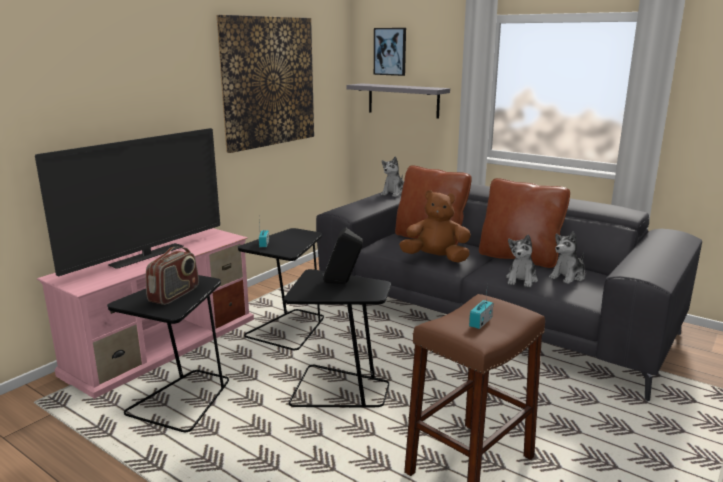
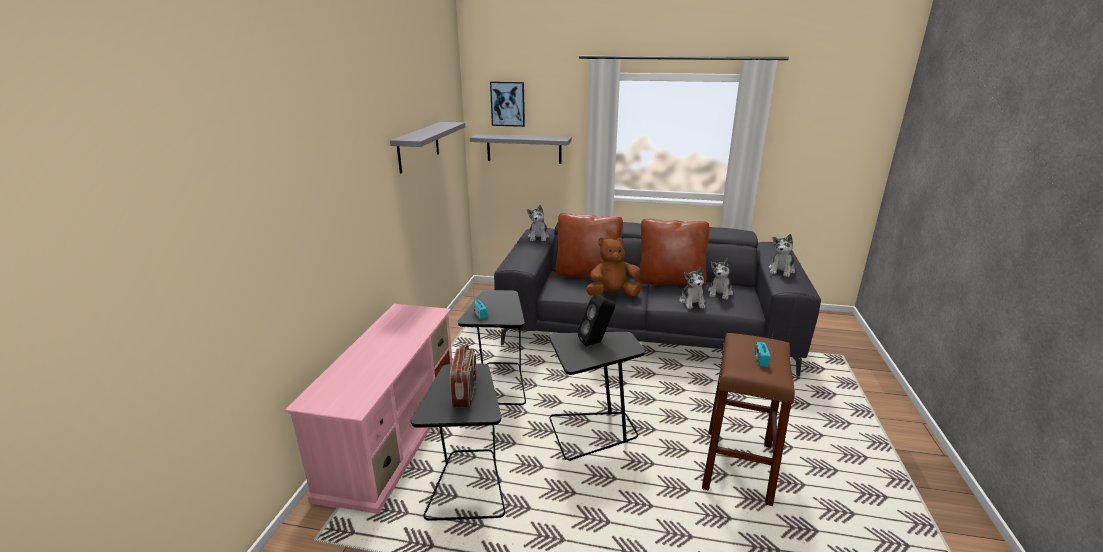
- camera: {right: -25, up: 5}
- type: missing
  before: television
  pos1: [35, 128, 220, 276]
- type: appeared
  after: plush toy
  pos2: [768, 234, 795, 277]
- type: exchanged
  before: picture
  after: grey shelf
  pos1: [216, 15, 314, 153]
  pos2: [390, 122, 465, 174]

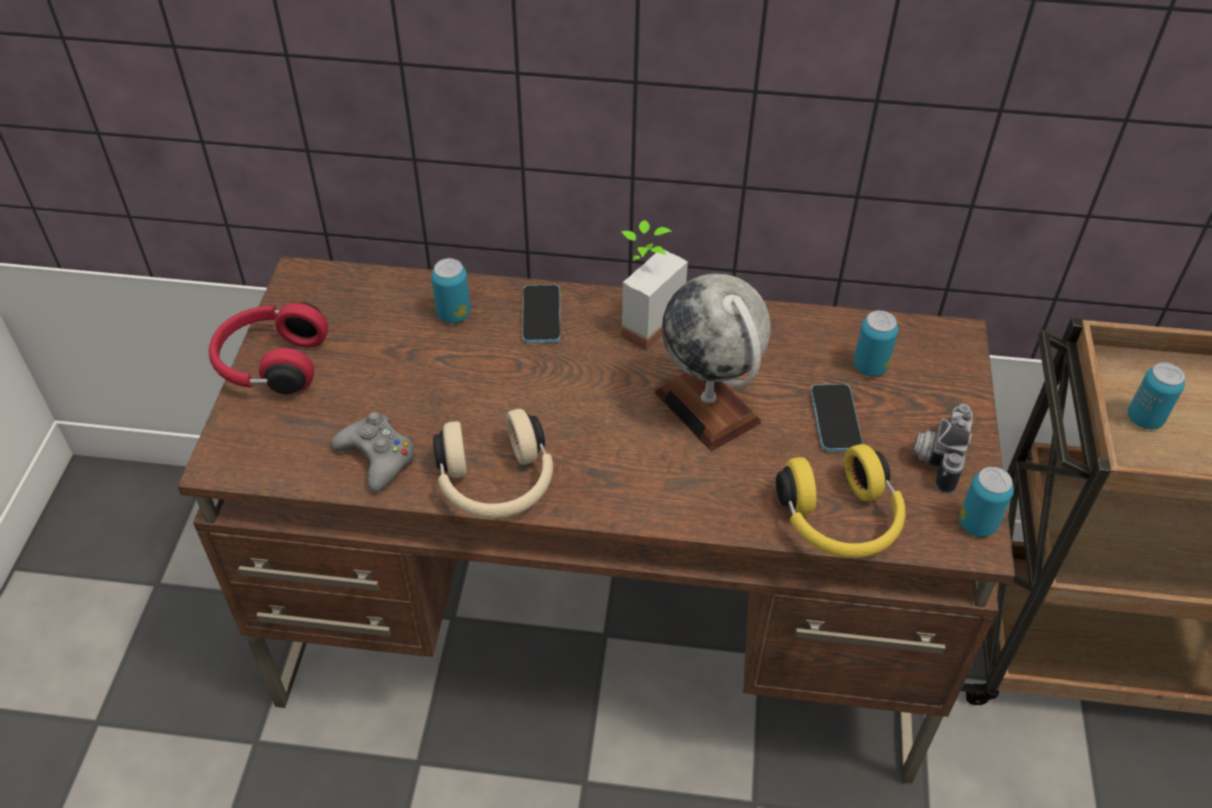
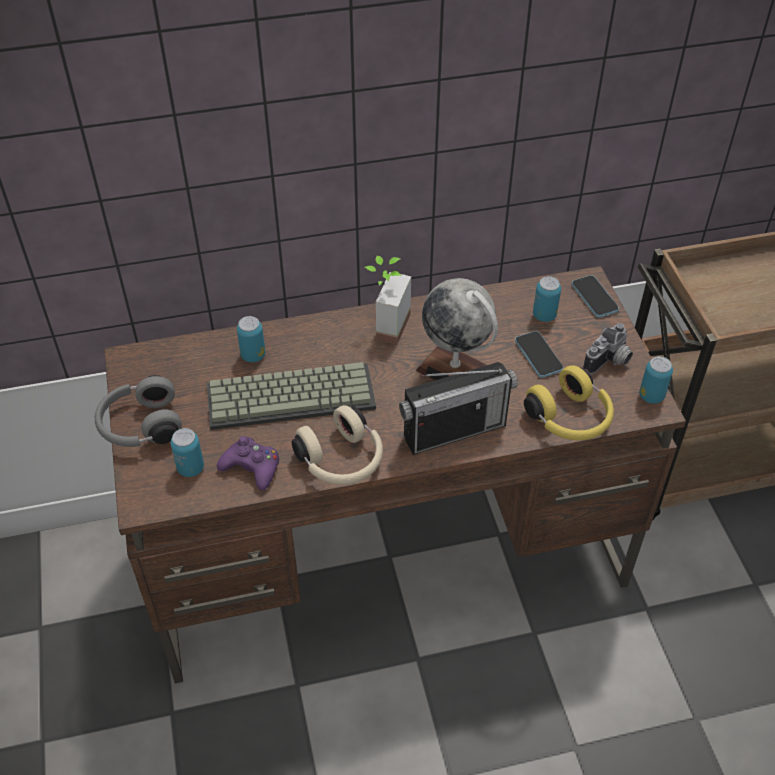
- camera: {right: -20, up: 0}
- type: appeared
  after: keyboard
  pos2: [207, 362, 376, 430]
- type: appeared
  after: radio
  pos2: [399, 362, 518, 455]
- type: relocated
  before: phone
  pos1: [522, 285, 561, 343]
  pos2: [572, 275, 619, 318]
- type: relocated
  before: can
  pos1: [1128, 362, 1185, 429]
  pos2: [170, 428, 204, 477]
- type: colour
  before: red headphones
  after: grey headphones
  pos1: [209, 302, 328, 394]
  pos2: [95, 375, 182, 447]
- type: colour
  before: grey game controller
  after: purple game controller
  pos1: [332, 412, 416, 492]
  pos2: [217, 436, 279, 491]
- type: spun
  before: photo camera
  pos1: [913, 404, 973, 494]
  pos2: [583, 323, 633, 374]
  turn: -135

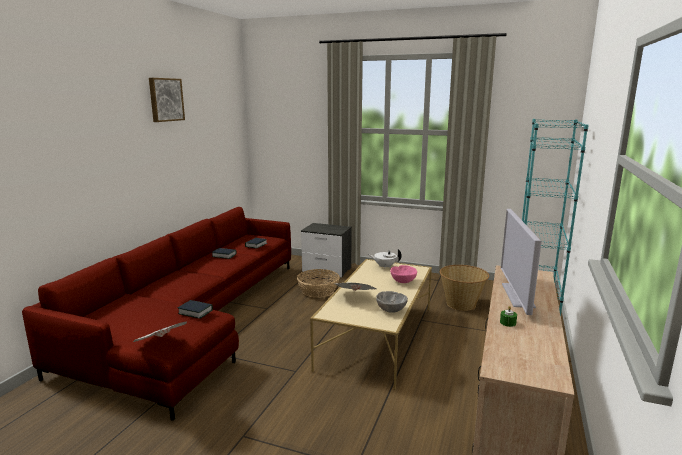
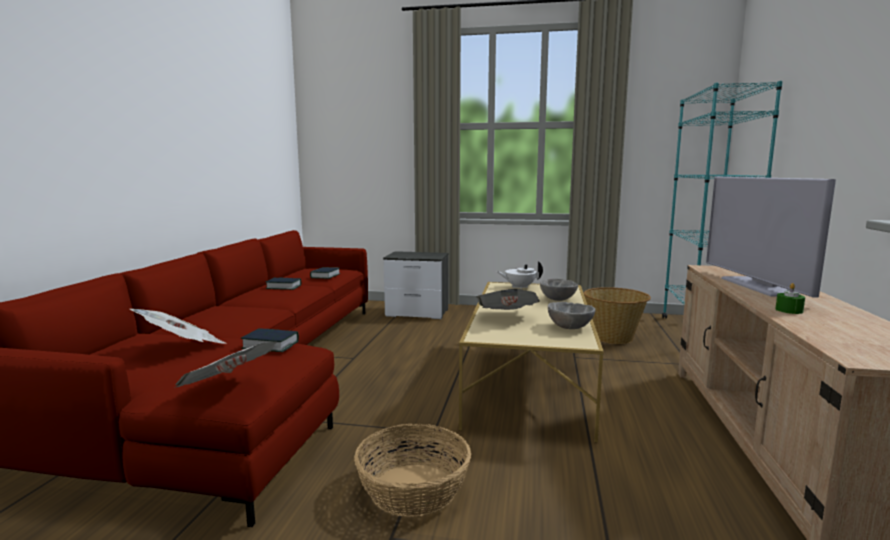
- camera: {right: -10, up: -5}
- type: missing
  before: picture
  pos1: [149, 78, 185, 122]
- type: appeared
  after: newspaper
  pos2: [130, 309, 227, 344]
- type: relocated
  before: basket
  pos1: [297, 269, 340, 298]
  pos2: [354, 424, 471, 517]
- type: colour
  before: pink bowl
  after: grey bowl
  pos1: [390, 265, 417, 283]
  pos2: [540, 278, 578, 301]

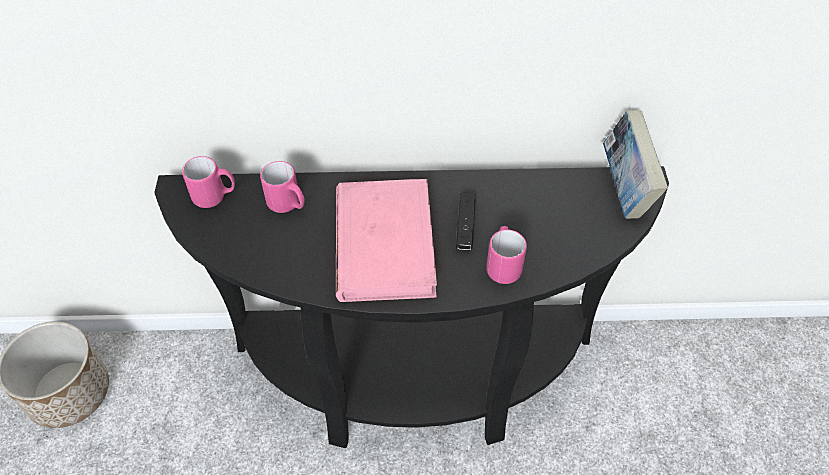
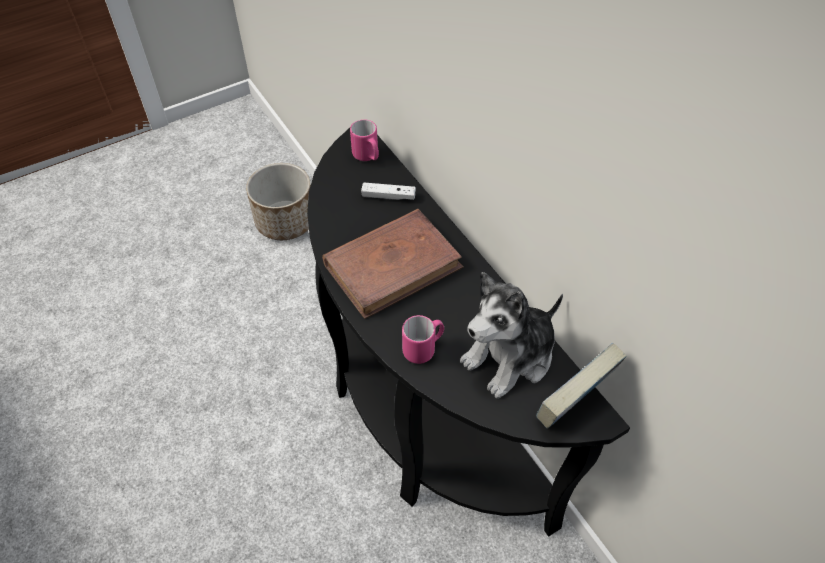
- camera: {right: 60, up: 0}
- type: missing
  before: black game controller
  pos1: [456, 193, 476, 250]
- type: appeared
  after: plush toy
  pos2: [460, 272, 563, 399]
- type: exchanged
  before: pink mug
  after: white game controller
  pos1: [260, 161, 305, 213]
  pos2: [361, 182, 416, 200]
- type: colour
  before: pink book
  after: brown book
  pos1: [336, 179, 437, 302]
  pos2: [322, 209, 464, 319]

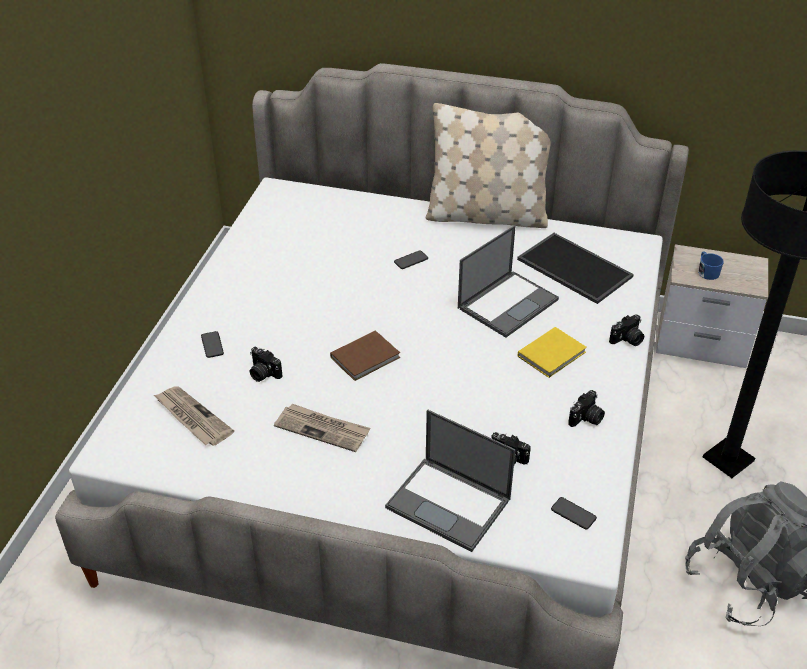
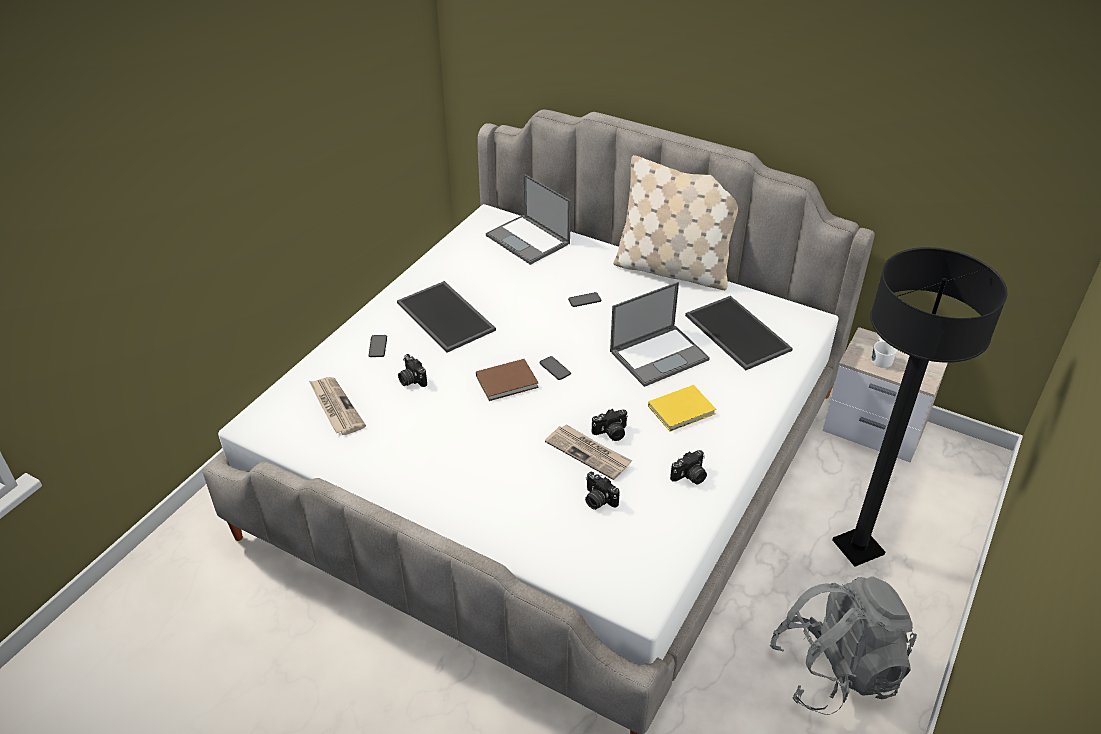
- camera: {right: 15, up: 0}
- type: appeared
  after: tray
  pos2: [397, 281, 496, 353]
- type: relocated
  before: newspaper
  pos1: [274, 404, 371, 452]
  pos2: [545, 424, 632, 480]
- type: relocated
  before: laptop
  pos1: [385, 409, 516, 552]
  pos2: [486, 174, 571, 265]
- type: relocated
  before: phone
  pos1: [551, 497, 597, 530]
  pos2: [539, 356, 571, 380]
- type: relocated
  before: photo camera
  pos1: [609, 314, 644, 346]
  pos2: [592, 409, 628, 441]
- type: colour
  before: blue mug
  after: white mug
  pos1: [698, 252, 724, 280]
  pos2: [871, 338, 897, 368]

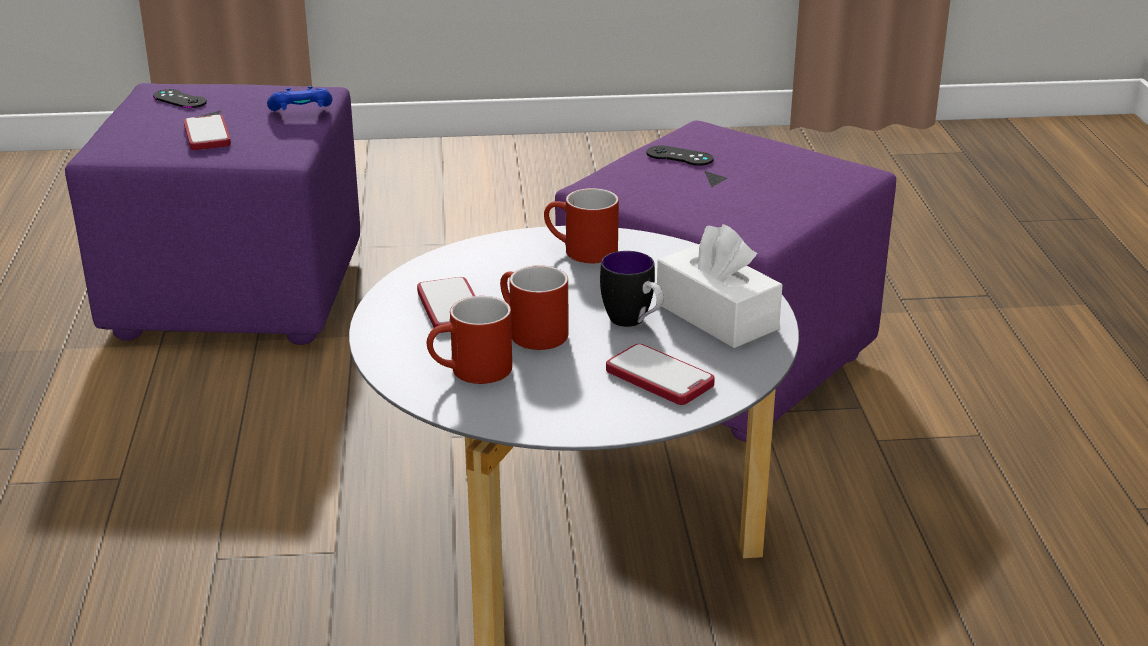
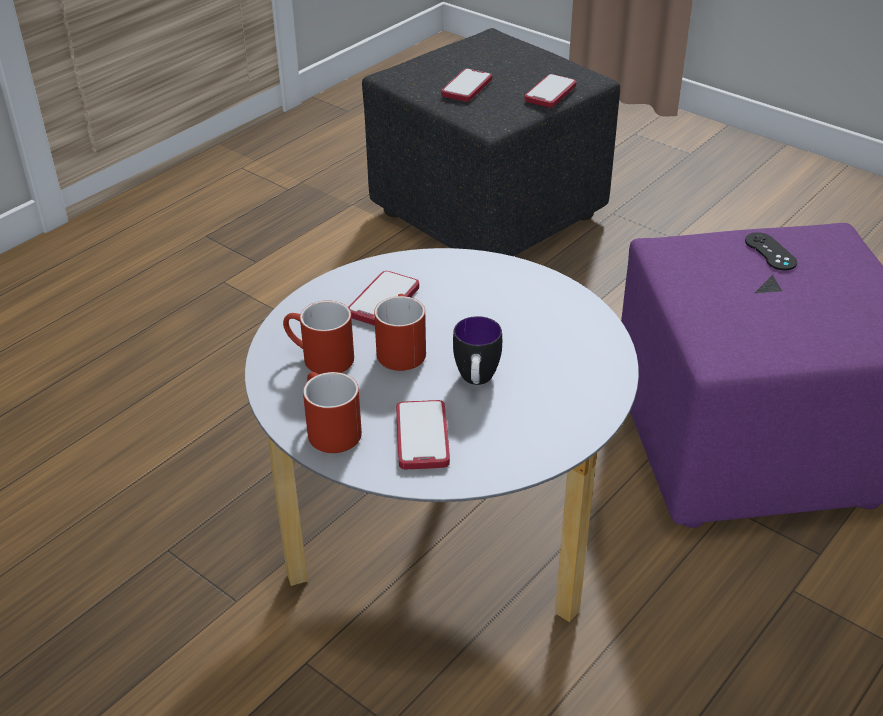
- camera: {right: 45, up: 10}
- type: missing
  before: black game controller
  pos1: [153, 89, 207, 108]
- type: missing
  before: white tissue box
  pos1: [656, 224, 783, 348]
- type: relocated
  before: red mug
  pos1: [544, 188, 619, 263]
  pos2: [303, 372, 362, 453]
- type: exchanged
  before: blue game controller
  after: phone
  pos1: [267, 86, 332, 111]
  pos2: [524, 74, 576, 108]
- type: colour
  before: purple ottoman
  after: black ottoman
  pos1: [65, 83, 360, 345]
  pos2: [362, 28, 620, 256]

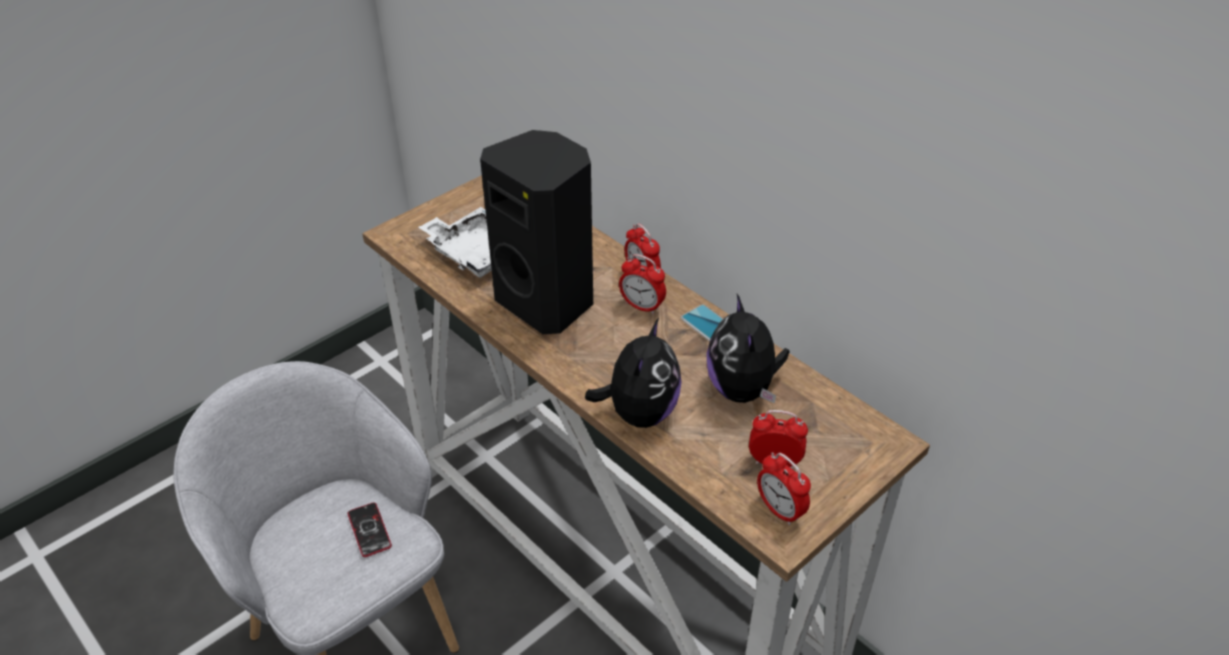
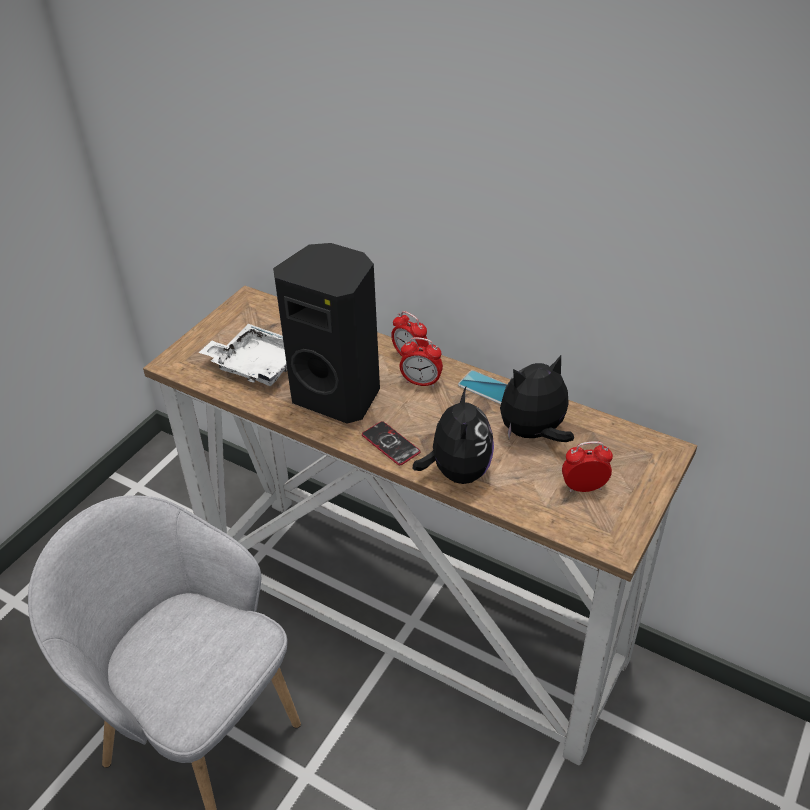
- camera: {right: -15, up: 0}
- type: missing
  before: alarm clock
  pos1: [757, 452, 811, 526]
- type: relocated
  before: phone
  pos1: [348, 502, 392, 557]
  pos2: [362, 421, 421, 465]
- type: spun
  before: plush toy
  pos1: [707, 294, 790, 403]
  pos2: [500, 355, 574, 442]
  turn: 90

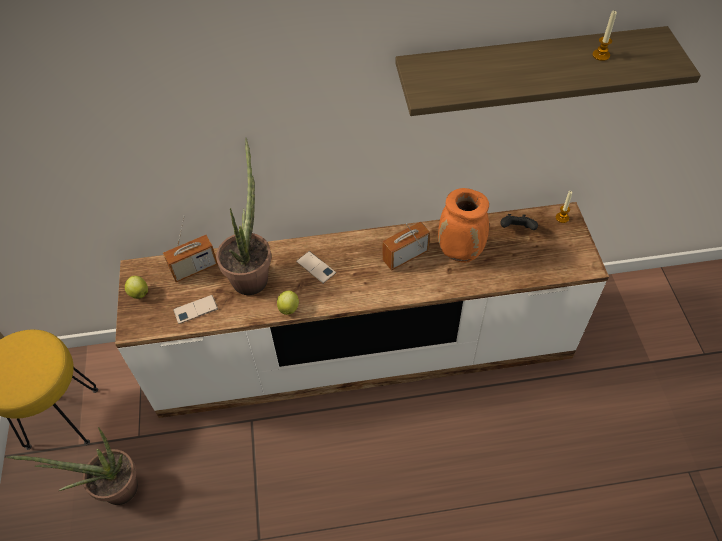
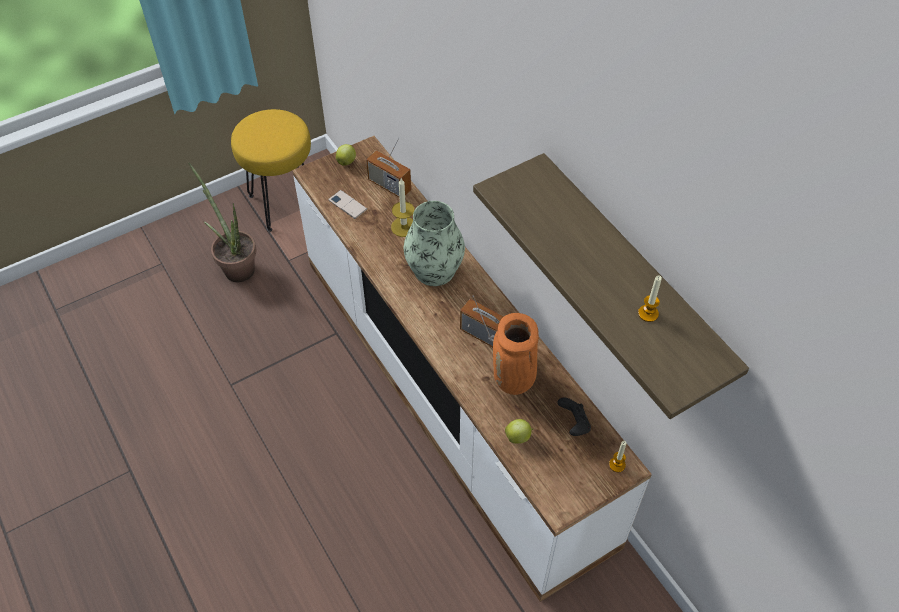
- camera: {right: 65, up: 0}
- type: relocated
  before: apple
  pos1: [277, 291, 299, 315]
  pos2: [505, 419, 533, 444]
- type: exchanged
  before: potted plant
  after: candle
  pos1: [216, 138, 271, 295]
  pos2: [391, 178, 414, 237]
- type: exchanged
  before: phone
  after: vase
  pos1: [296, 251, 336, 284]
  pos2: [404, 201, 465, 286]

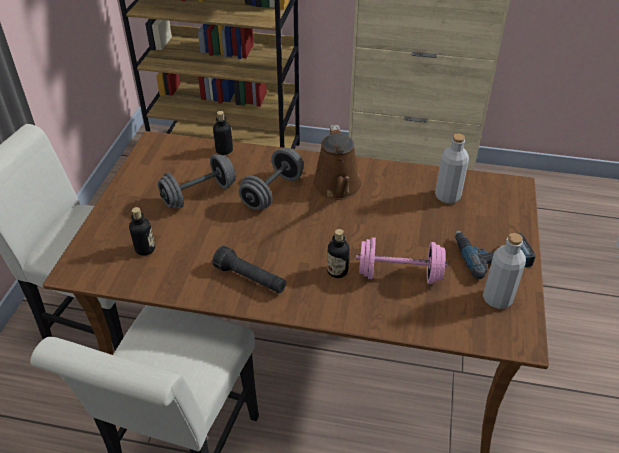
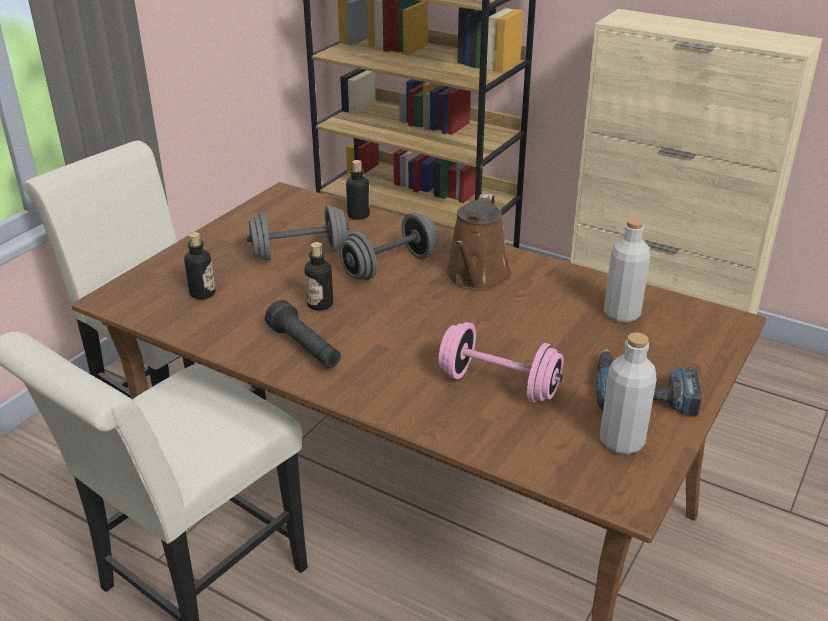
- camera: {right: 20, up: -10}
- type: relocated
  before: bottle
  pos1: [327, 229, 349, 278]
  pos2: [304, 242, 333, 310]

